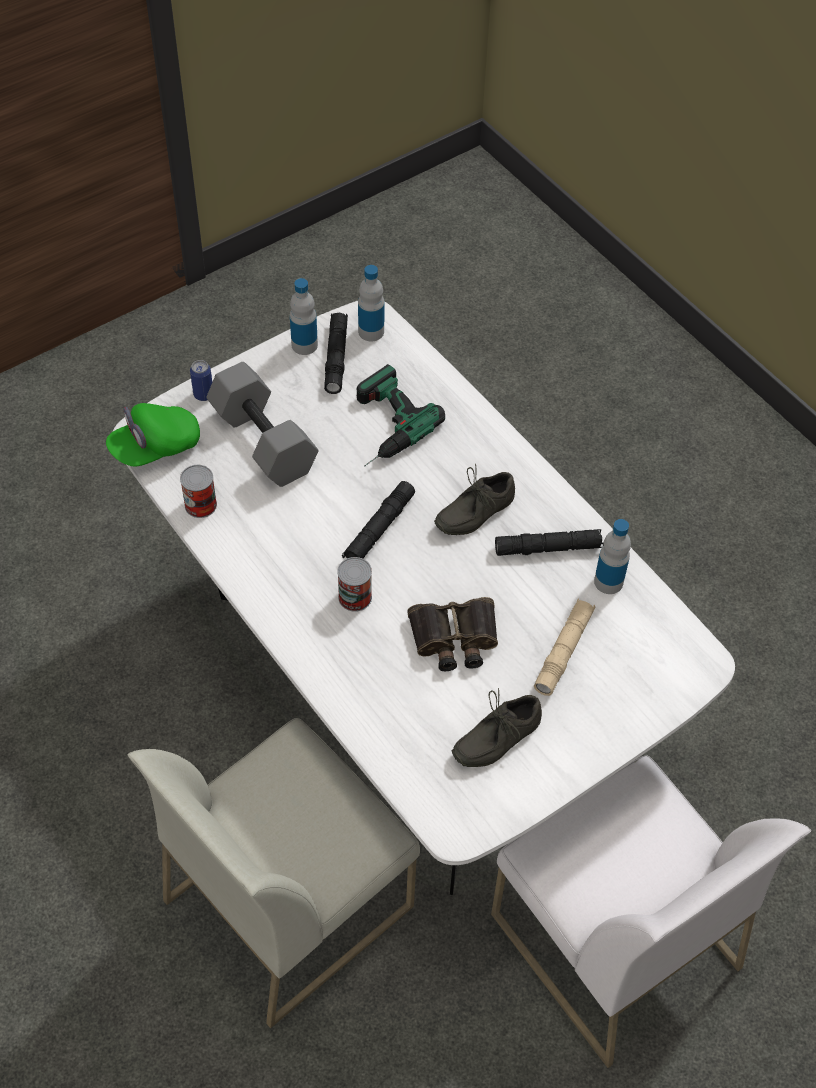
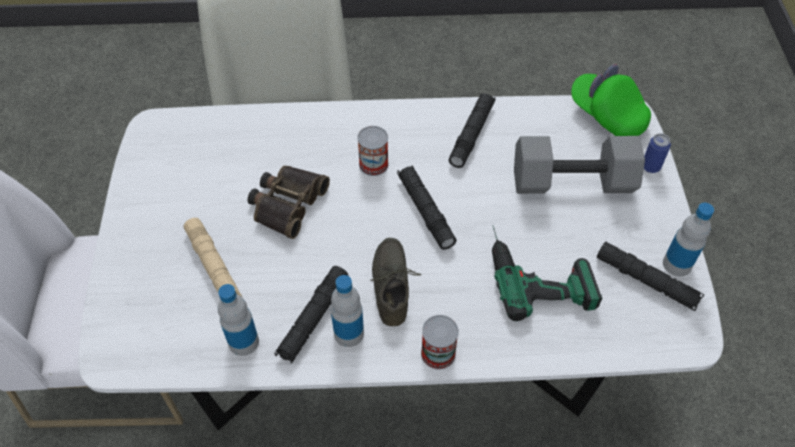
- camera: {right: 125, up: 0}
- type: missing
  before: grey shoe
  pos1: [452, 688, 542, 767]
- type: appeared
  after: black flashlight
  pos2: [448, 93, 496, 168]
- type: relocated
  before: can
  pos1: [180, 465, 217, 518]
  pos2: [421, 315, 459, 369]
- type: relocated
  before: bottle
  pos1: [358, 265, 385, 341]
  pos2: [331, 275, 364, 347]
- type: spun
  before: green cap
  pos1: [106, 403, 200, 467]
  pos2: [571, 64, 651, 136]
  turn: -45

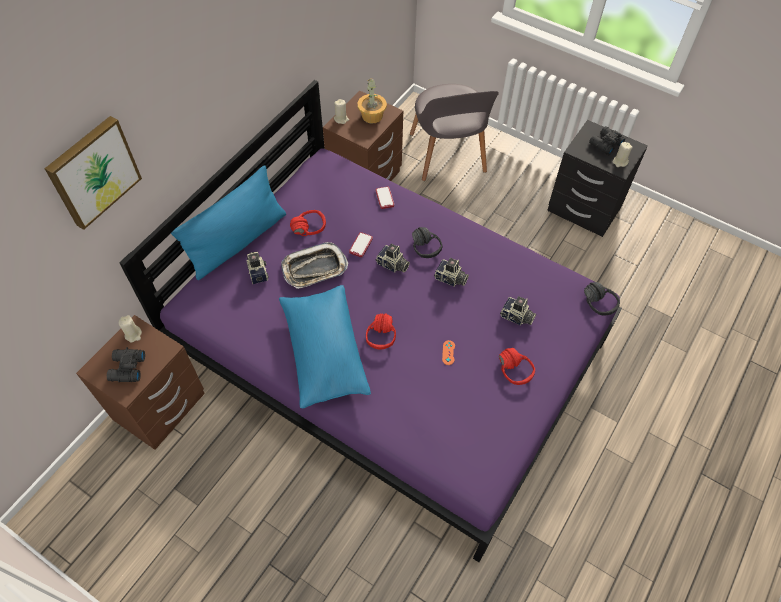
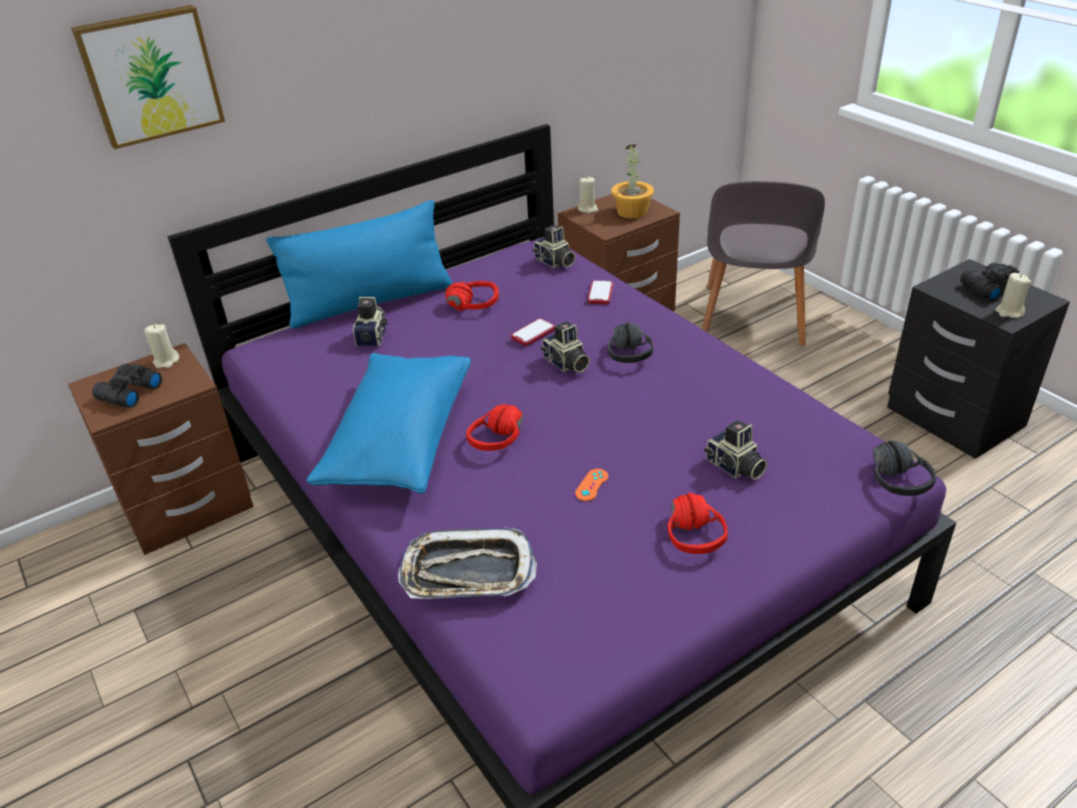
- camera: {right: 25, up: -20}
- type: relocated
  before: tray
  pos1: [281, 242, 348, 289]
  pos2: [398, 528, 537, 599]
- type: relocated
  before: photo camera
  pos1: [434, 258, 469, 287]
  pos2: [532, 225, 576, 268]

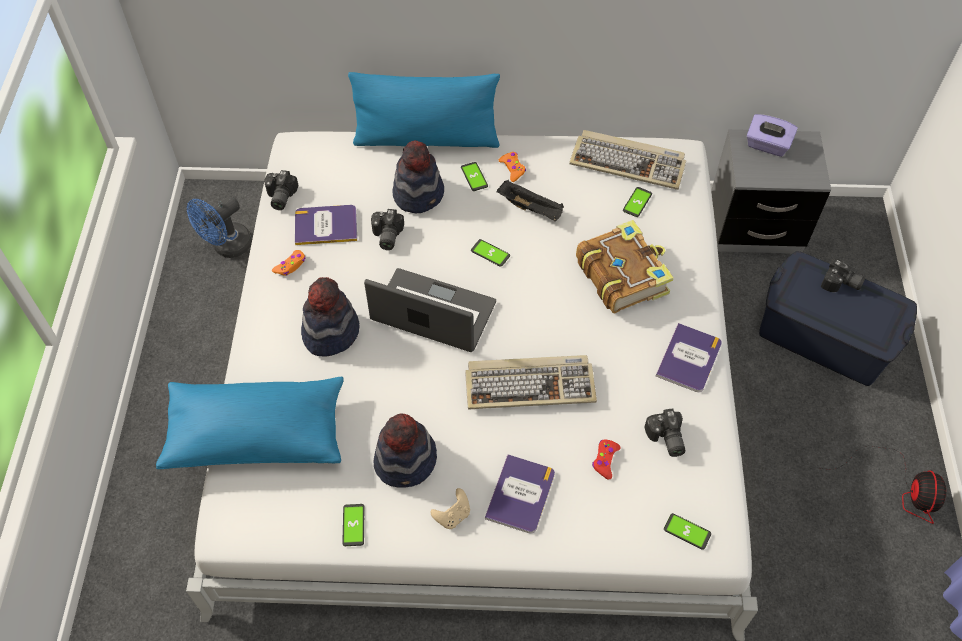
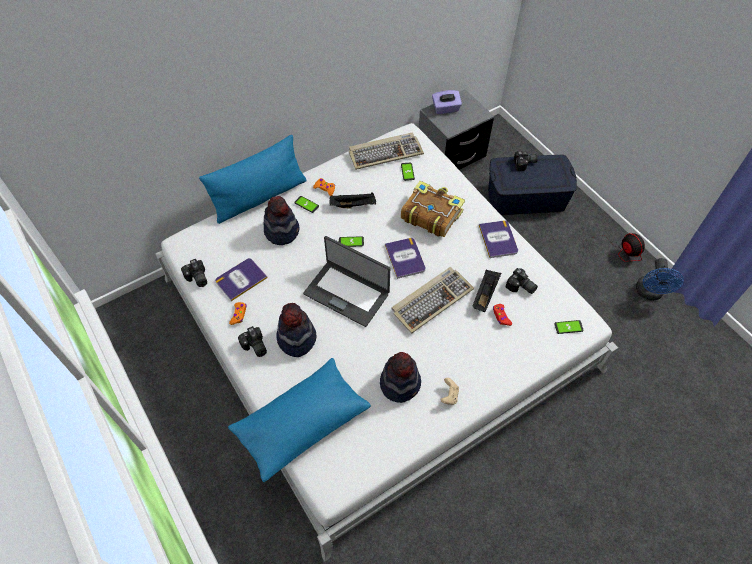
- camera: {right: -35, up: 0}
- type: missing
  before: phone
  pos1: [342, 504, 365, 546]
- type: appeared
  after: black tray
  pos2: [472, 270, 501, 312]
- type: relocated
  before: blue fan
  pos1: [187, 196, 252, 258]
  pos2: [636, 258, 684, 300]
- type: relocated
  before: photo camera
  pos1: [371, 209, 404, 250]
  pos2: [238, 326, 267, 357]
- type: relocated
  before: book
  pos1: [485, 454, 555, 533]
  pos2: [385, 238, 425, 279]
- type: spun
  before: laptop
  pos1: [364, 268, 496, 352]
  pos2: [303, 236, 390, 327]
  turn: -135

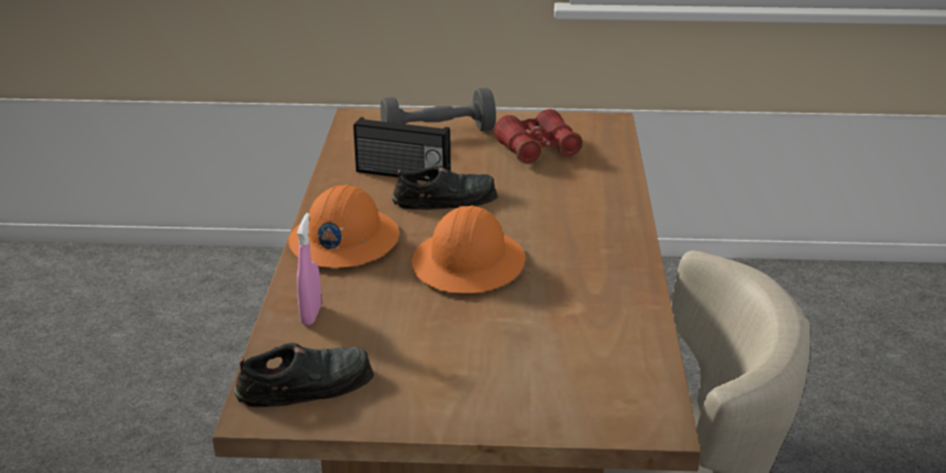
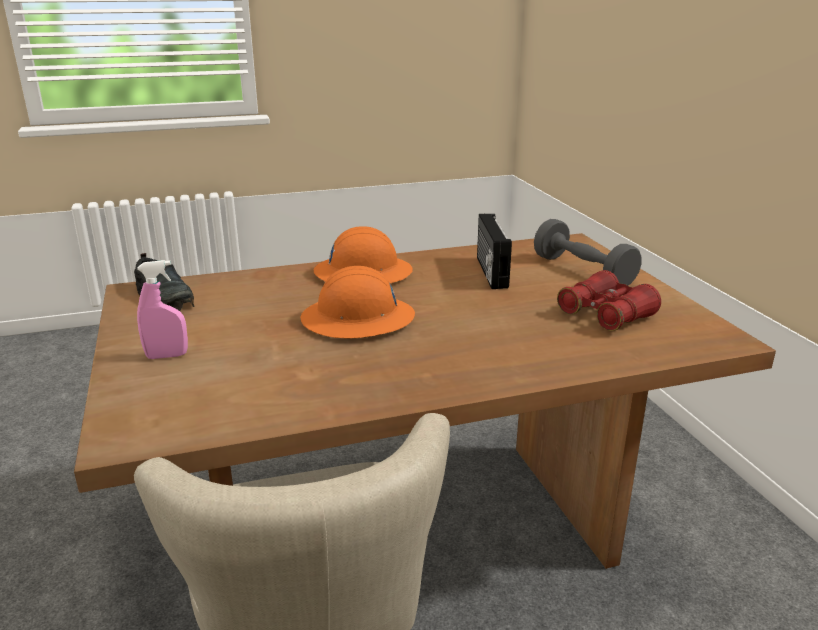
- camera: {right: 70, up: -5}
- type: missing
  before: black shoe
  pos1: [392, 165, 498, 210]
- type: relocated
  before: pink spray bottle
  pos1: [297, 213, 321, 325]
  pos2: [137, 260, 188, 359]

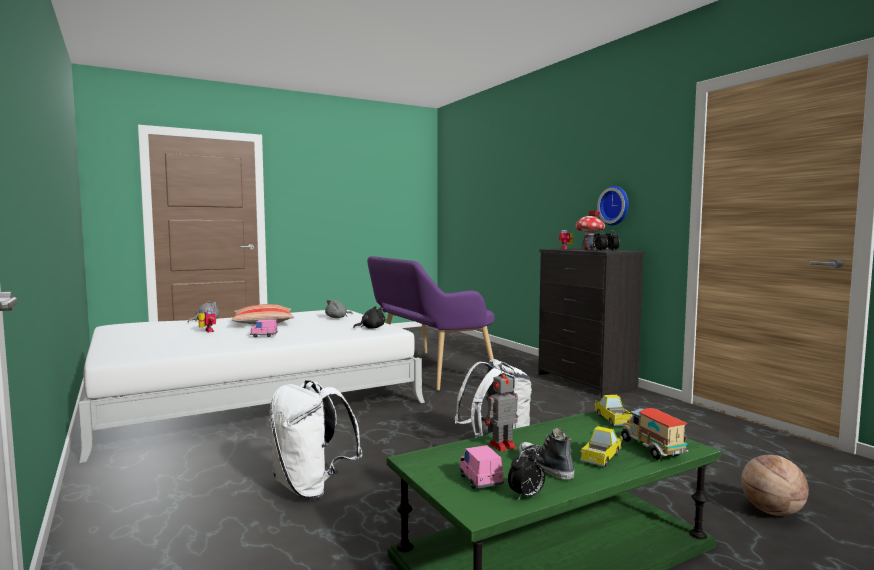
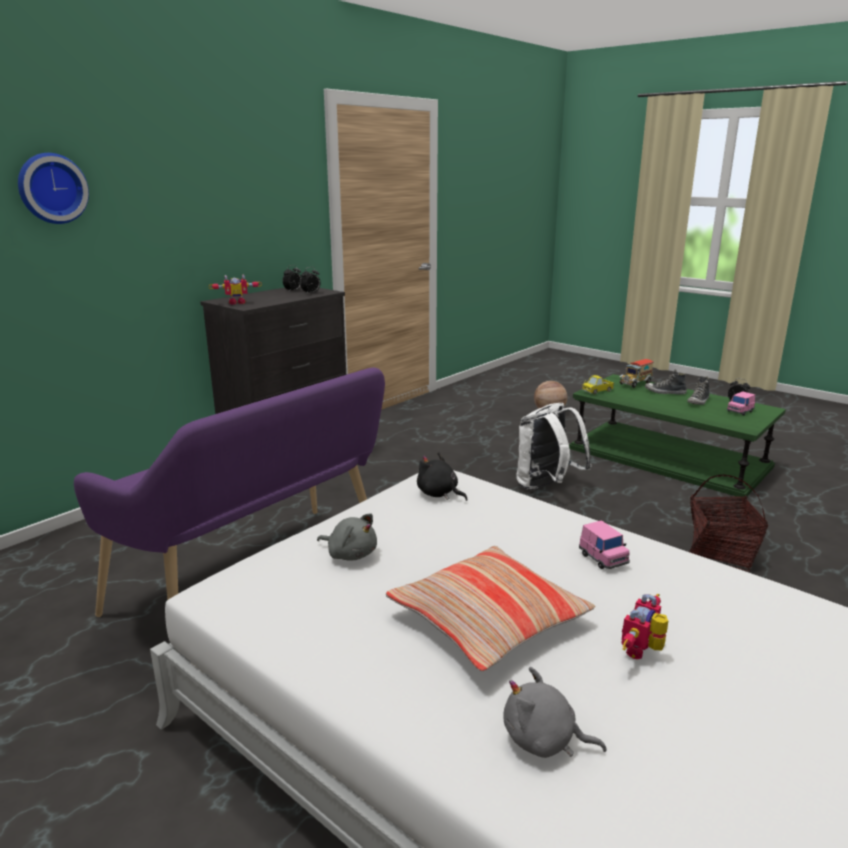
- camera: {right: -110, up: 15}
- type: missing
  before: toy robot
  pos1: [484, 367, 518, 452]
- type: missing
  before: toy house
  pos1: [575, 210, 605, 250]
- type: relocated
  before: wall clock
  pos1: [597, 186, 629, 225]
  pos2: [18, 153, 89, 224]
- type: exchanged
  before: white backpack
  after: basket
  pos1: [269, 380, 363, 499]
  pos2: [689, 475, 768, 572]
- type: exchanged
  before: toy truck
  after: shoe
  pos1: [580, 426, 622, 467]
  pos2: [645, 370, 687, 394]

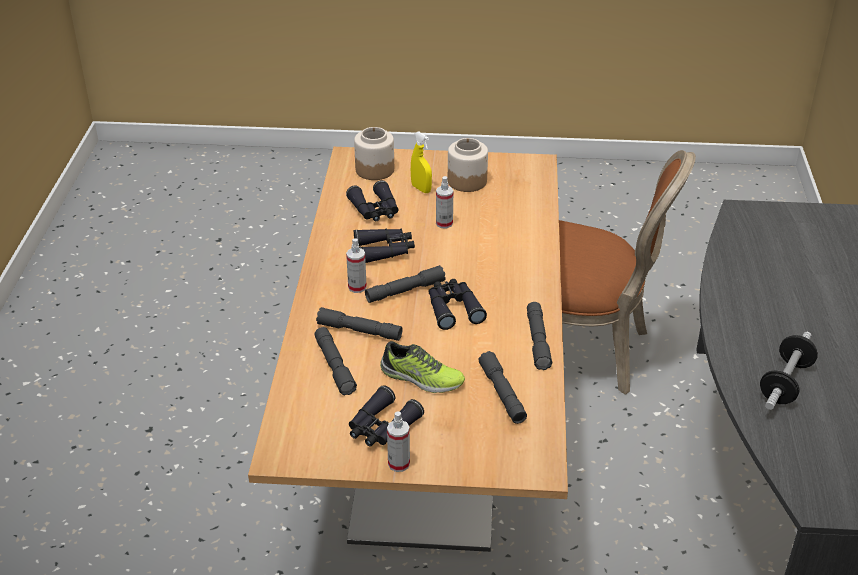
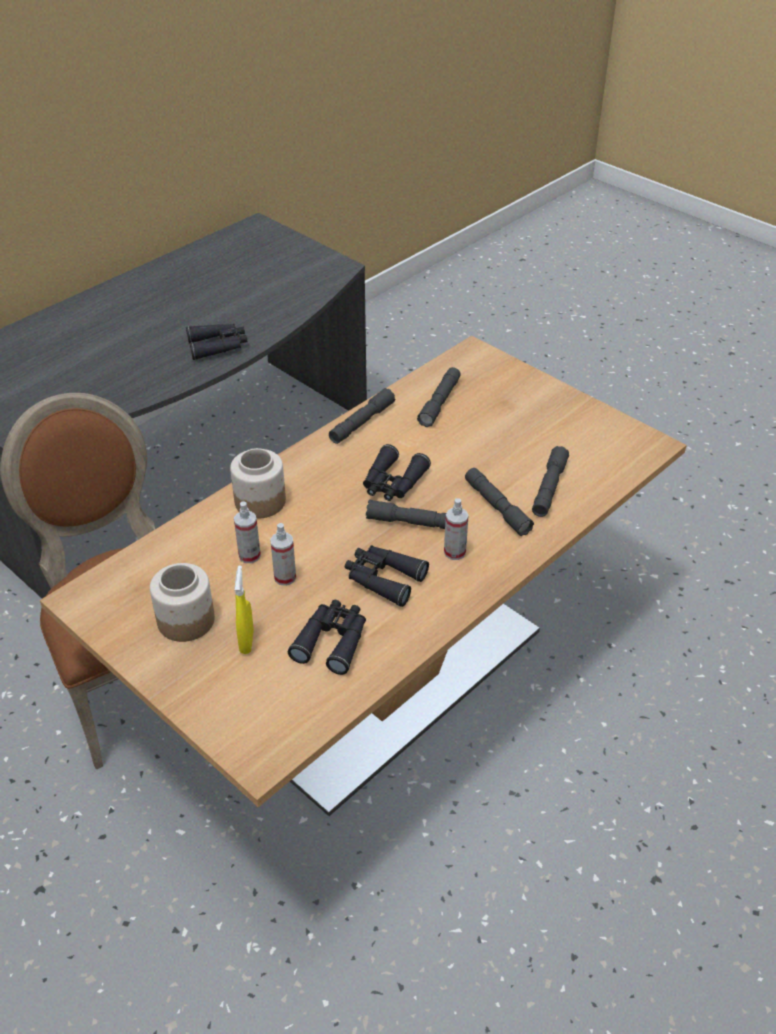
- camera: {right: -140, up: 5}
- type: missing
  before: shoe
  pos1: [380, 341, 465, 393]
- type: missing
  before: dumbbell
  pos1: [760, 332, 818, 410]
- type: relocated
  before: black binoculars
  pos1: [349, 385, 424, 447]
  pos2: [186, 324, 248, 360]
- type: relocated
  before: jar
  pos1: [354, 127, 394, 180]
  pos2: [230, 448, 286, 519]
- type: relocated
  before: spray bottle
  pos1: [387, 412, 410, 472]
  pos2: [234, 501, 261, 563]

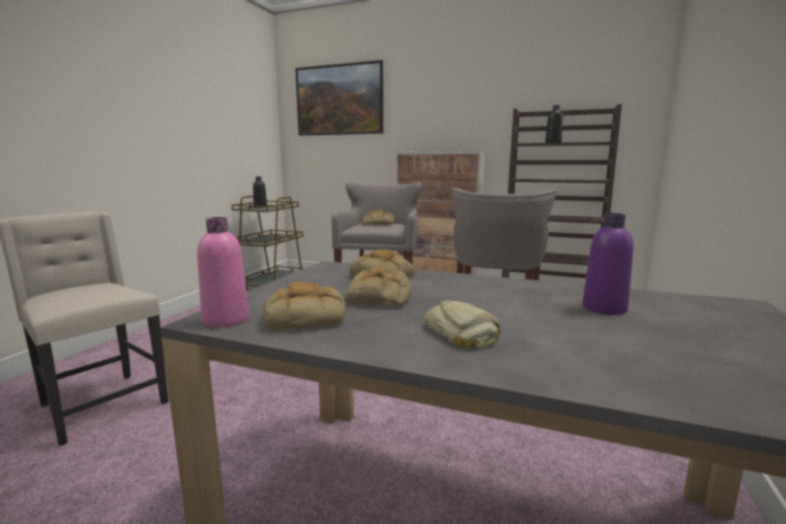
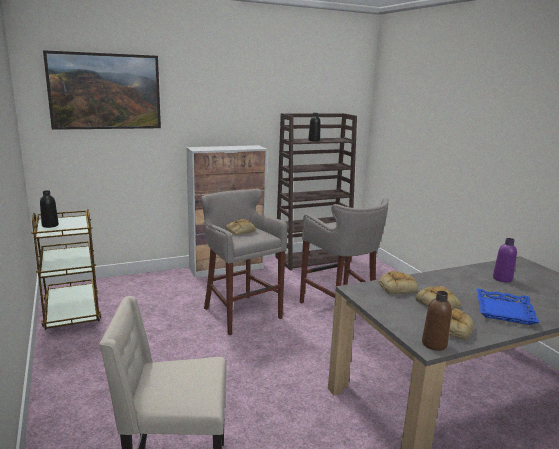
- camera: {right: -45, up: 5}
- type: exchanged
  before: bread
  after: blue tray
  pos1: [424, 300, 500, 348]
  pos2: [476, 289, 539, 325]
- type: colour
  before: pink bottle
  after: brown bottle
  pos1: [197, 217, 249, 327]
  pos2: [422, 291, 452, 351]

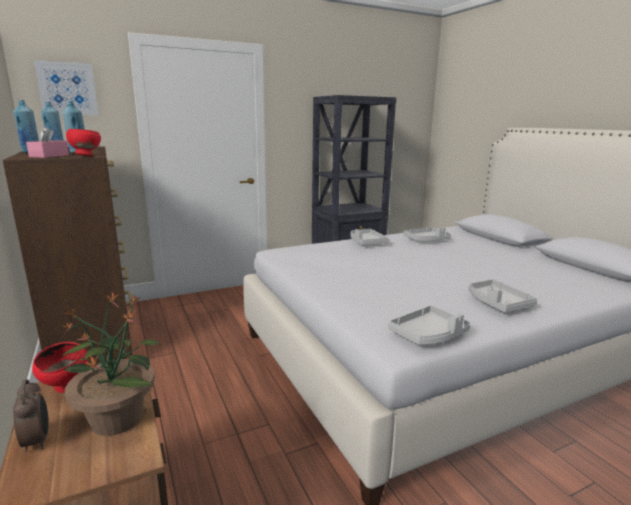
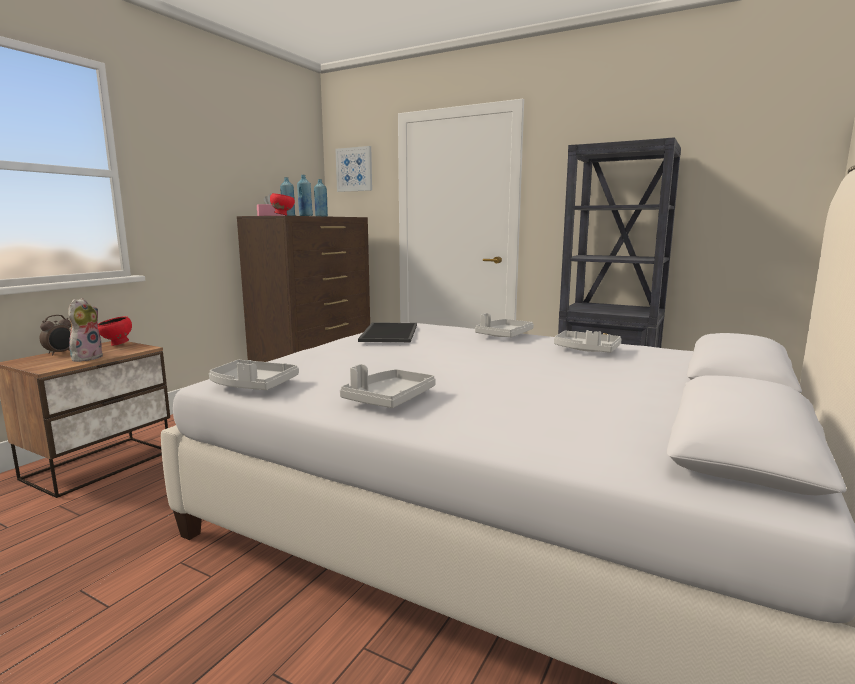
- camera: {right: 55, up: -5}
- type: appeared
  after: tray
  pos2: [358, 322, 417, 342]
- type: exchanged
  before: potted plant
  after: plush toy
  pos1: [61, 291, 161, 436]
  pos2: [68, 298, 104, 362]

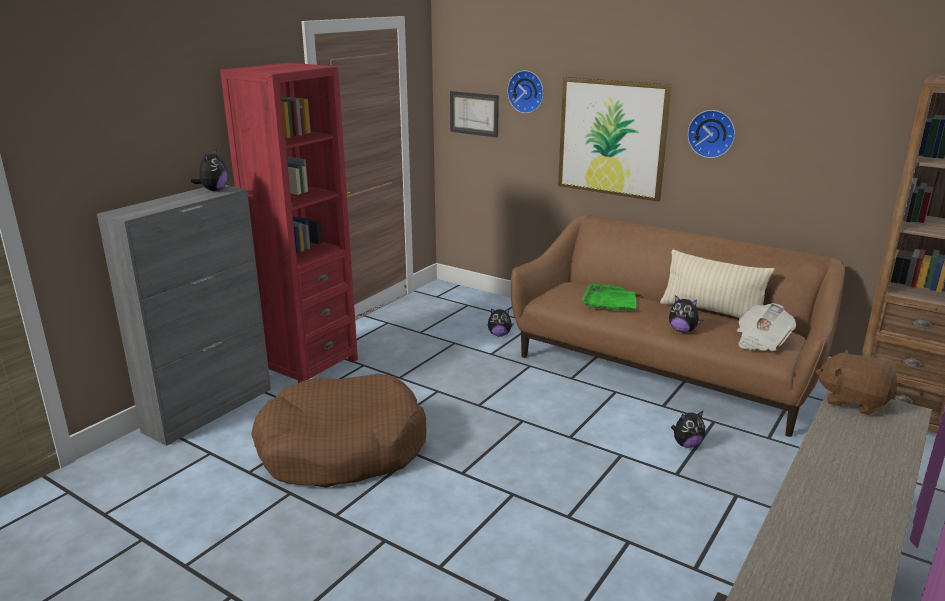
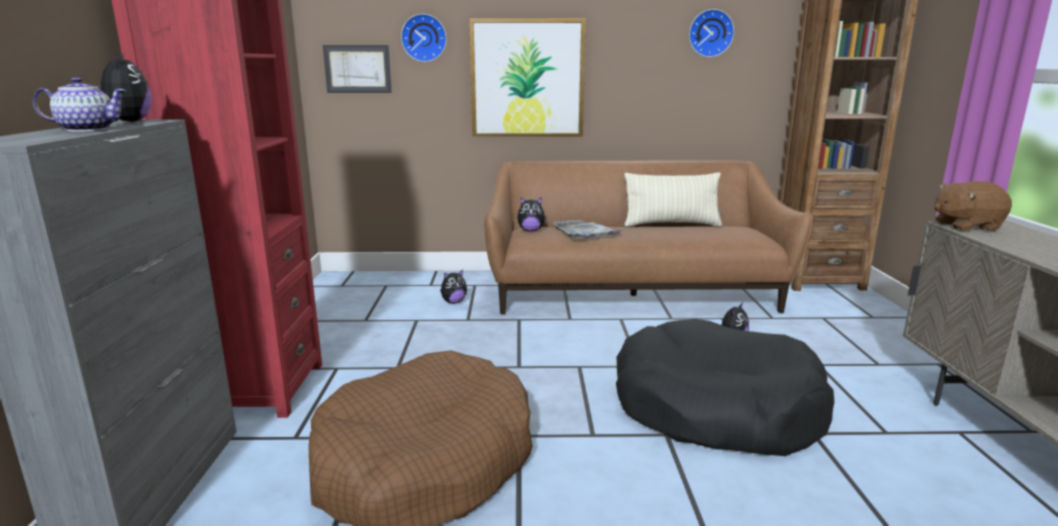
- camera: {right: -35, up: -5}
- type: missing
  before: newspaper
  pos1: [737, 303, 796, 351]
- type: appeared
  after: teapot
  pos2: [33, 77, 127, 132]
- type: appeared
  after: black dog bed
  pos2: [616, 319, 834, 456]
- type: relocated
  before: plush toy
  pos1: [669, 295, 703, 333]
  pos2: [517, 197, 547, 232]
- type: relocated
  before: wall clock
  pos1: [687, 110, 735, 158]
  pos2: [689, 9, 734, 57]
- type: colour
  before: green tray
  after: grey tray
  pos1: [581, 284, 636, 311]
  pos2: [553, 220, 620, 239]

